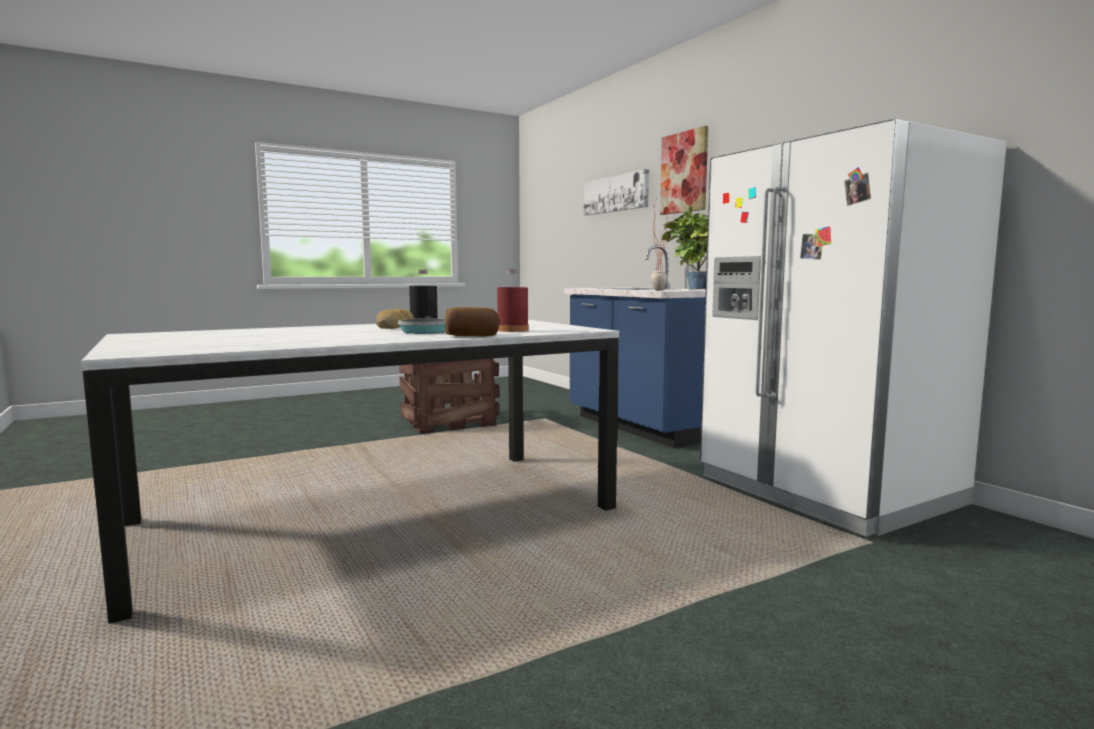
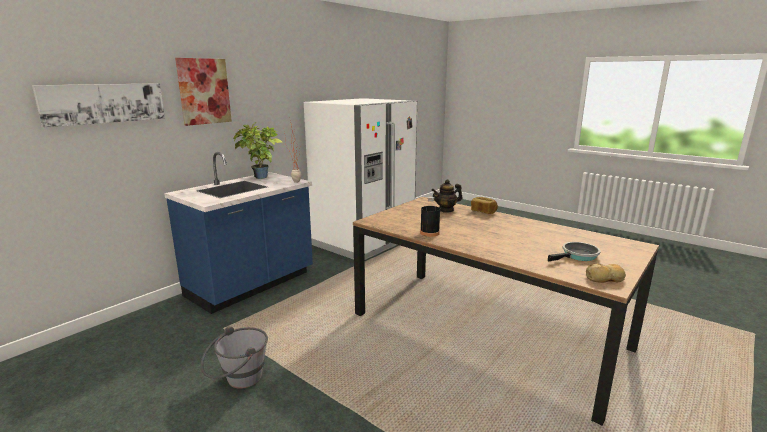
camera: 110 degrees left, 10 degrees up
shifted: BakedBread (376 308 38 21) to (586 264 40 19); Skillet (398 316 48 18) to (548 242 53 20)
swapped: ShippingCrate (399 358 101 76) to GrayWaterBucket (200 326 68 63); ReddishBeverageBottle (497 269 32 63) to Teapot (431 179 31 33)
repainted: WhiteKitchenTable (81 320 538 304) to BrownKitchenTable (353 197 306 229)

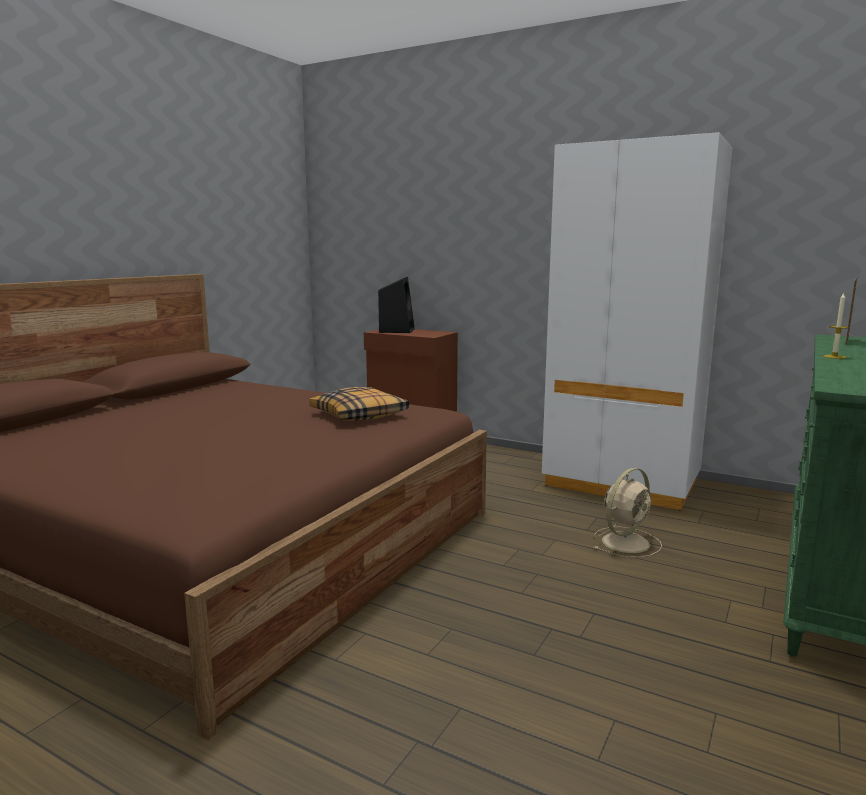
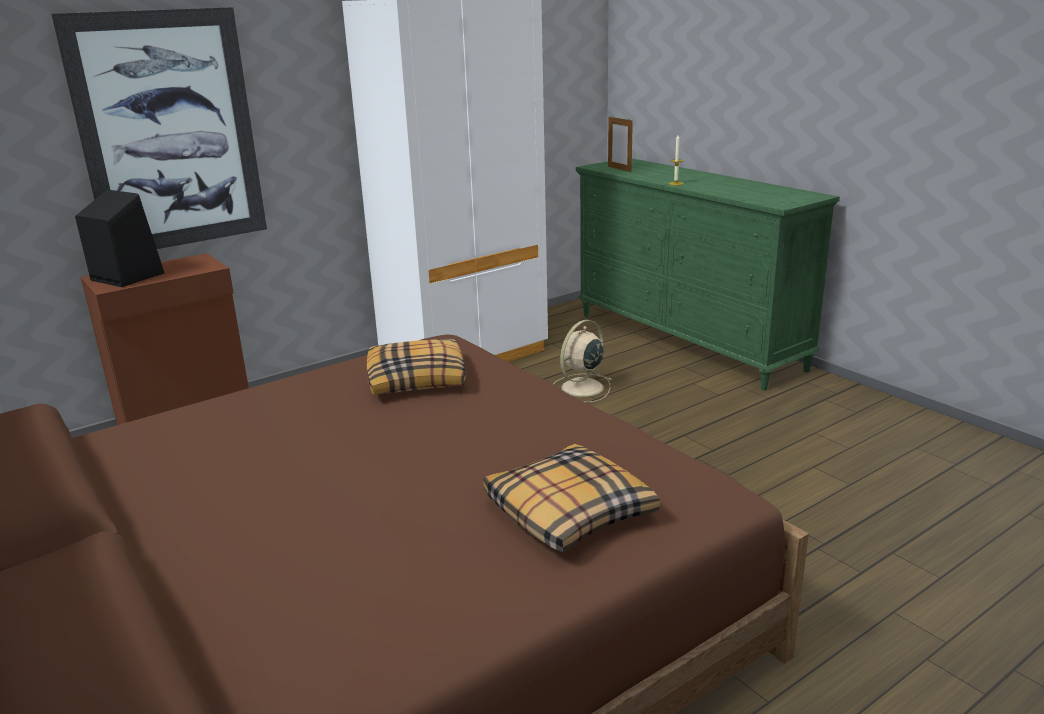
camera: 65 degrees left, 10 degrees up
new: Picture (51 7 216 242); Pillow (483 444 177 108)
rotated: SandColouredFan (593 468 69 90) = (553 320 58 83) 120 degrees counterclockwise

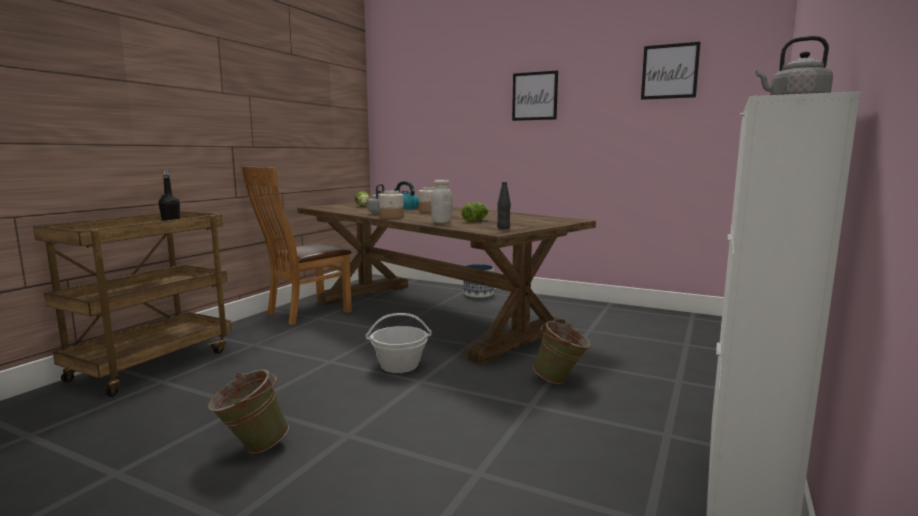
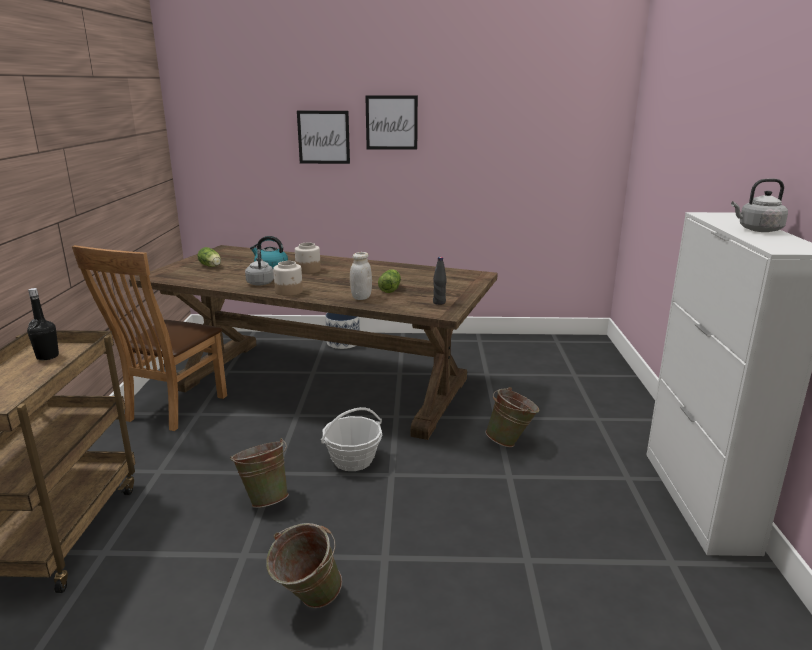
camera: 25 degrees left, 10 degrees up
new: GreenWaterBucket (230 438 59 70)
shifted: Picture (641 42 59 58) to (297 111 53 53)

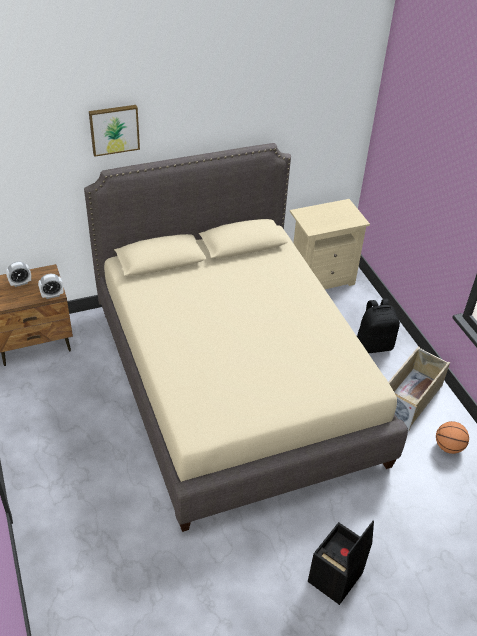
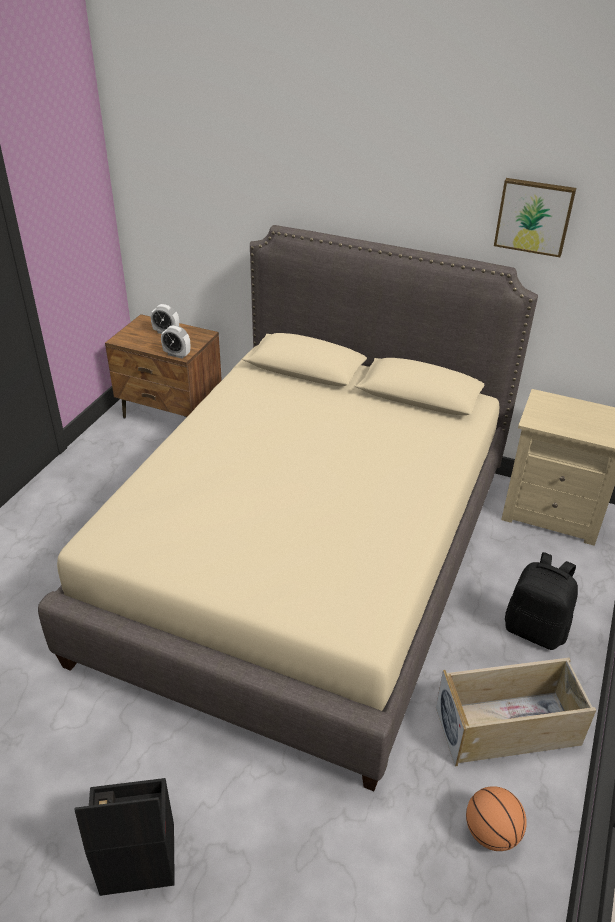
camera: 45 degrees right, 5 degrees down
shifted: Picture (89 105 51 52) to (494 178 82 79)

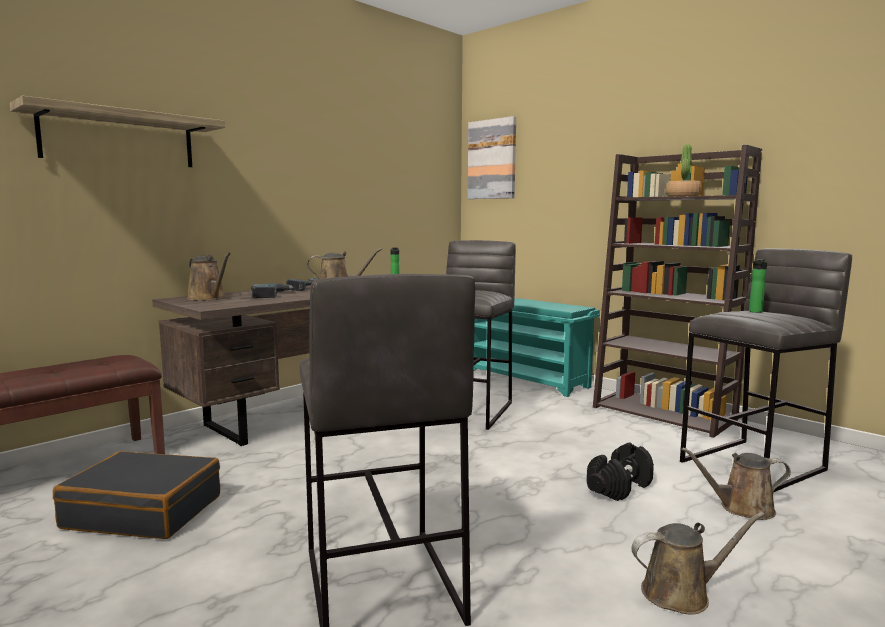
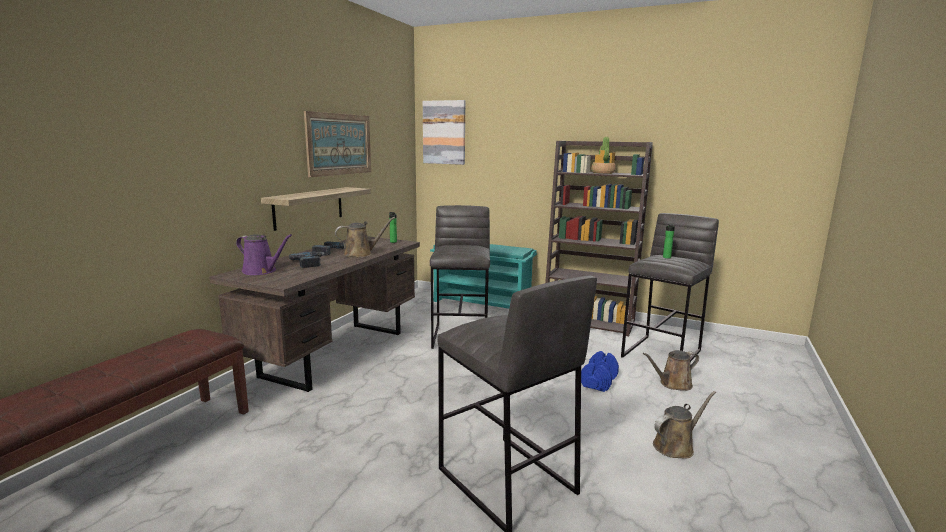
camera: 20 degrees left, 5 degrees up
gone: BlackColouredPieceOfLuggage (53 451 167 88)
new: Picture (304 111 67 66)
shifted: WallShelf (10 96 215 71) to (261 187 110 44)
repainted: BrownSprinklingCan (187 253 44 48) to PurplishSprinklingCan (236 234 56 41); BlackColouredDumbbell (587 442 67 59) to BlueDumbbell (581 351 38 41)

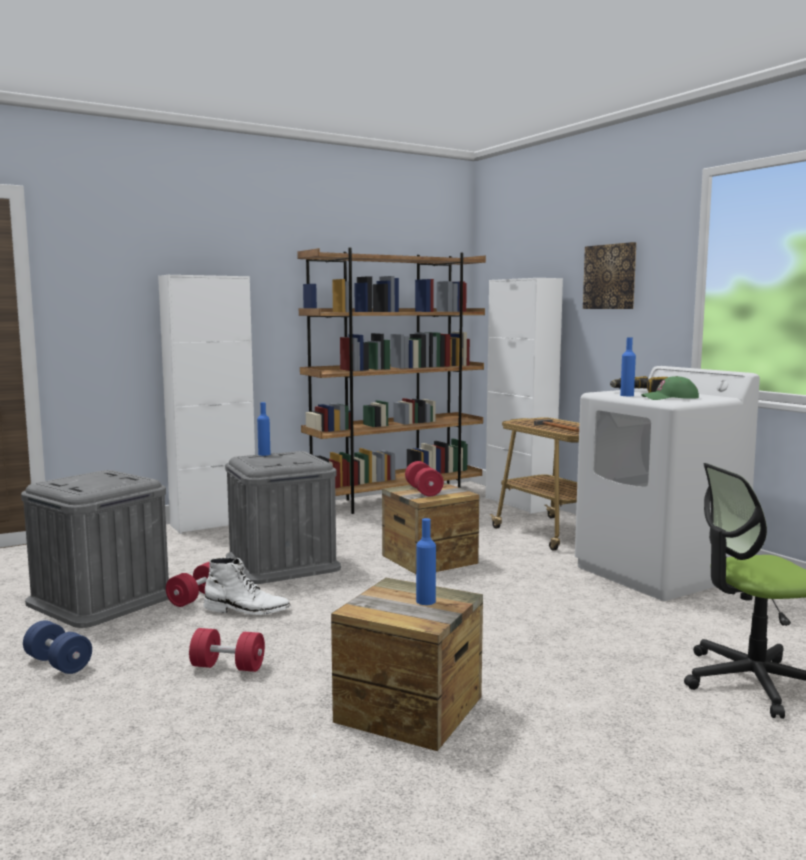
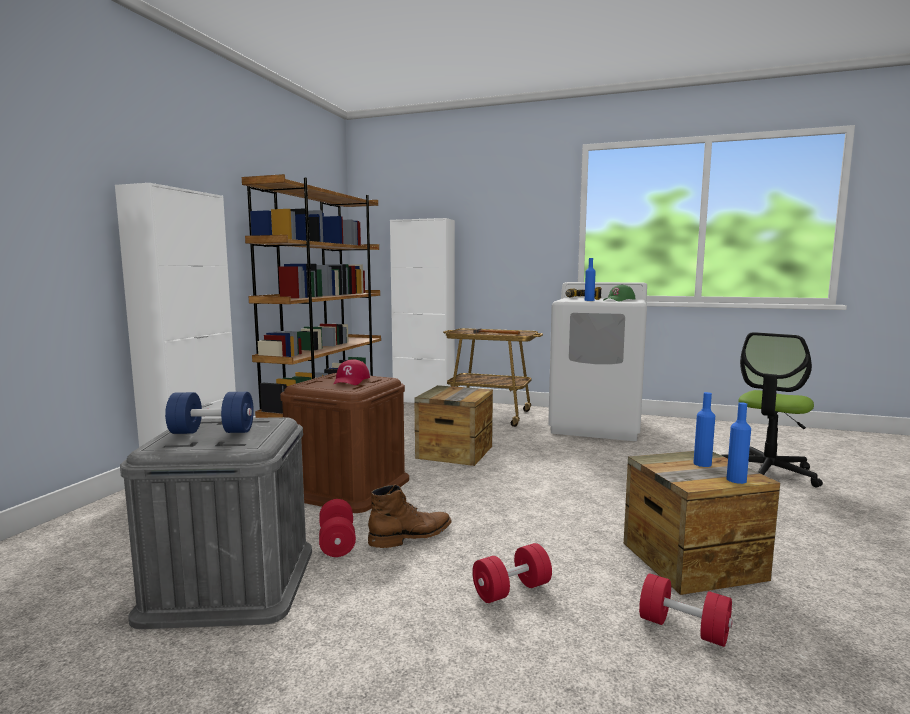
camera: 40 degrees left, 0 degrees up
gone: Picture (583 242 53 67)
new: ReddishBaseballCap (333 359 37 26)
shifted: BlueDumbbell (23 620 69 54) to (165 392 89 42); BlueBeverageBottle (257 402 13 54) to (727 402 24 82); ReddishDumbbell (405 461 39 35) to (639 573 94 74)
repainted: WhiteHighTopBoot (203 558 88 57) to BrownHighTopBoot (368 484 84 64); GrayStorageContainer (225 451 116 133) to BrownStorageContainer (280 373 129 140)

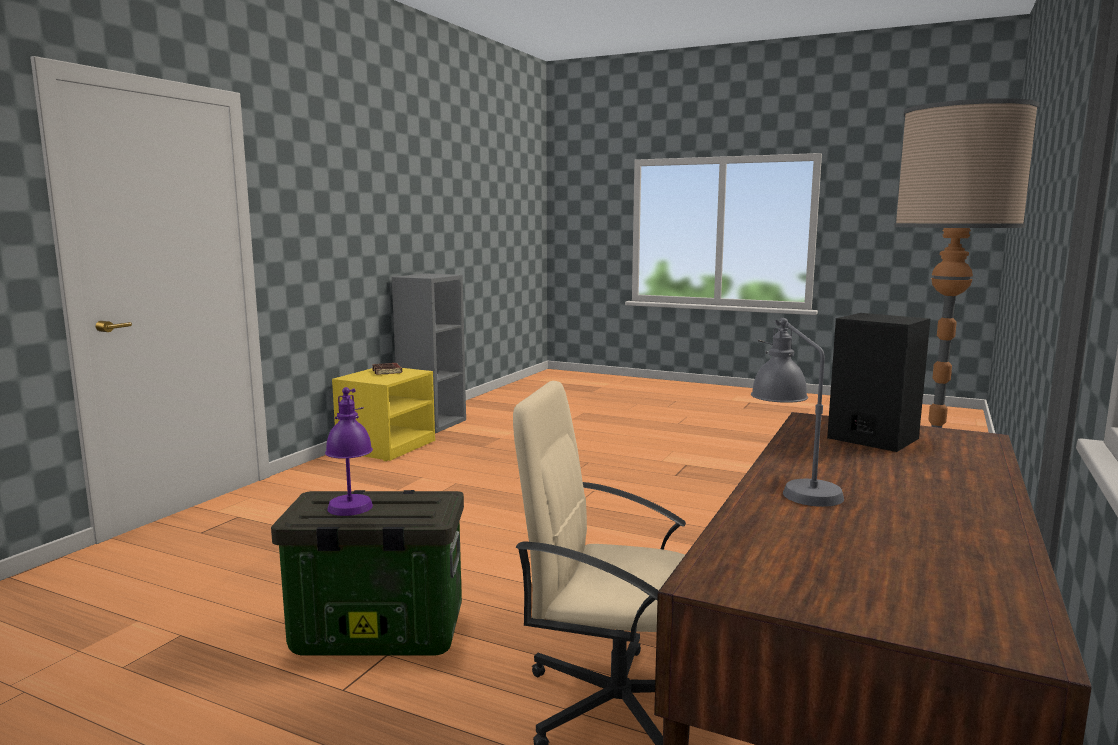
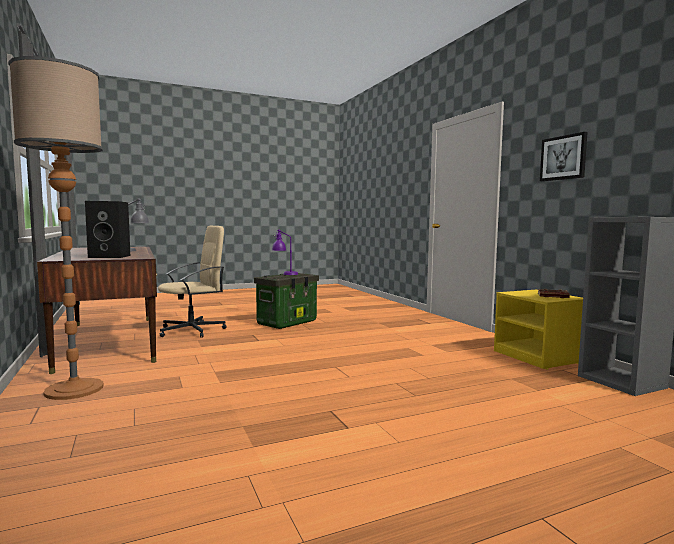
camera: 130 degrees right, 5 degrees down
new: Picture (540 132 47 49)

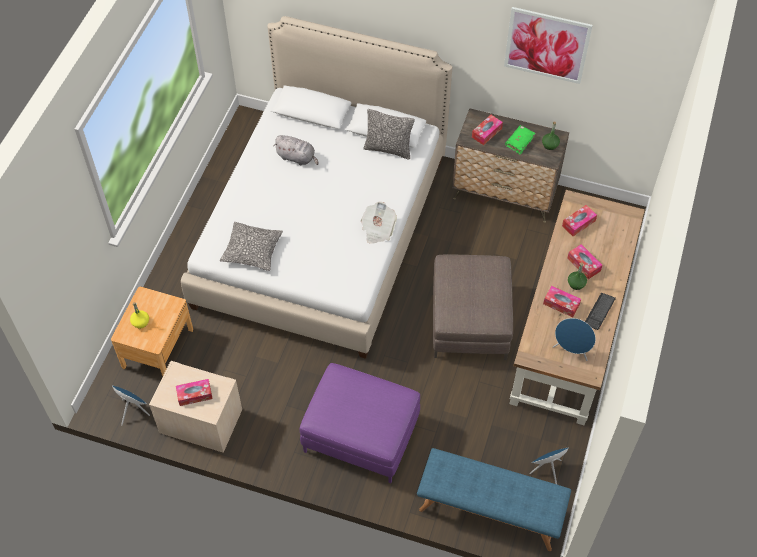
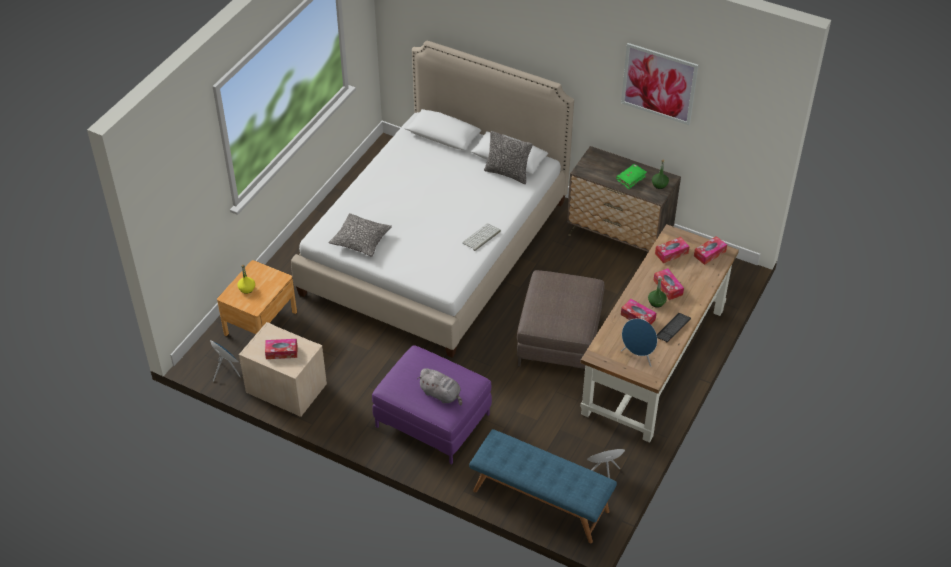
camera: 10 degrees right, 10 degrees down
shifted: GrayPlushToy (273 135 46 30) to (417 368 45 37); TissueBox (472 115 31 30) to (694 236 33 29)
swapped: Newspaper (361 202 36 42) to PcKeyboard (462 223 39 28)

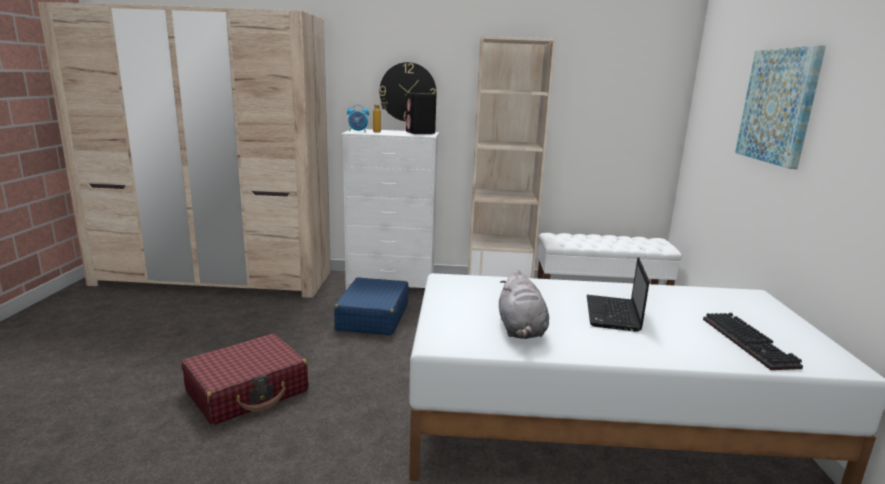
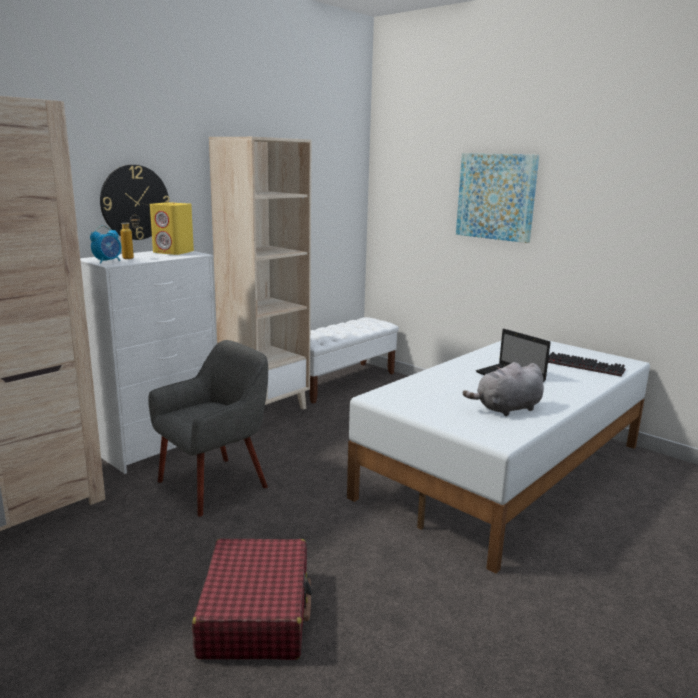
camera: 50 degrees left, 0 degrees up
swapped: BluePieceOfLuggage (334 277 74 58) to GrayEasyChair (148 340 120 176)
repainted: BlackColouredAudioSpeaker (406 93 30 41) to YellowishAudioSpeaker (150 202 44 53)
rotated: GrayPlushToy (499 270 50 69) = (463 362 81 54) 120 degrees clockwise

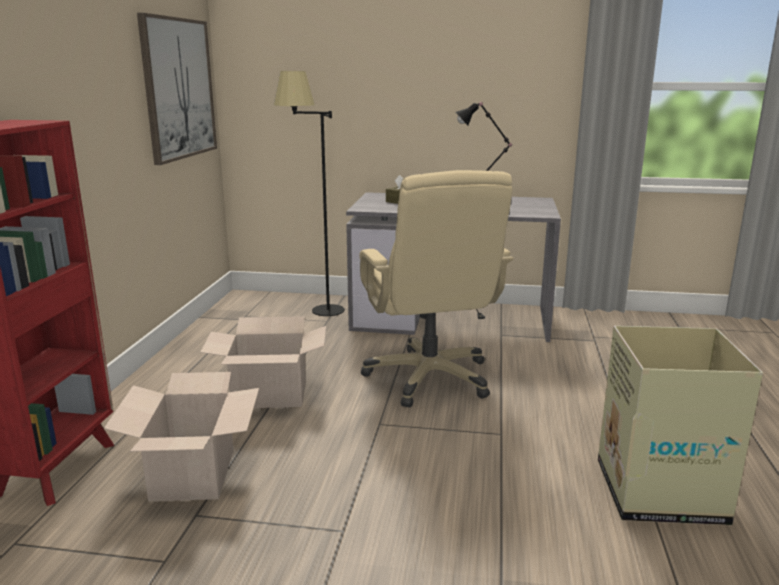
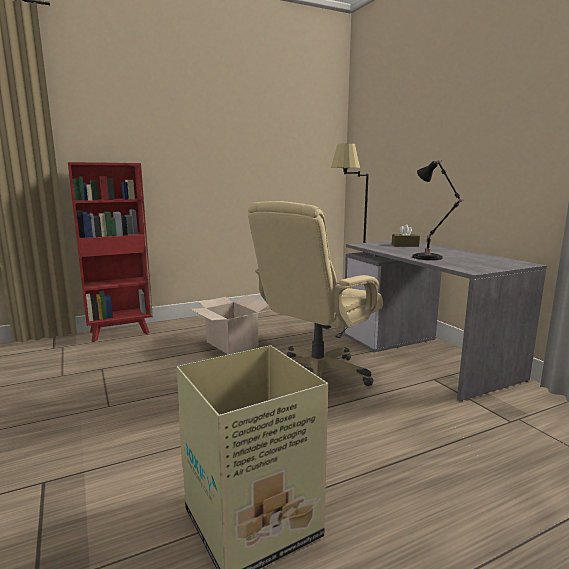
camera: 55 degrees right, 5 degrees down
gone: PackingBox (104 372 155 129); Picture (137 13 80 152)

